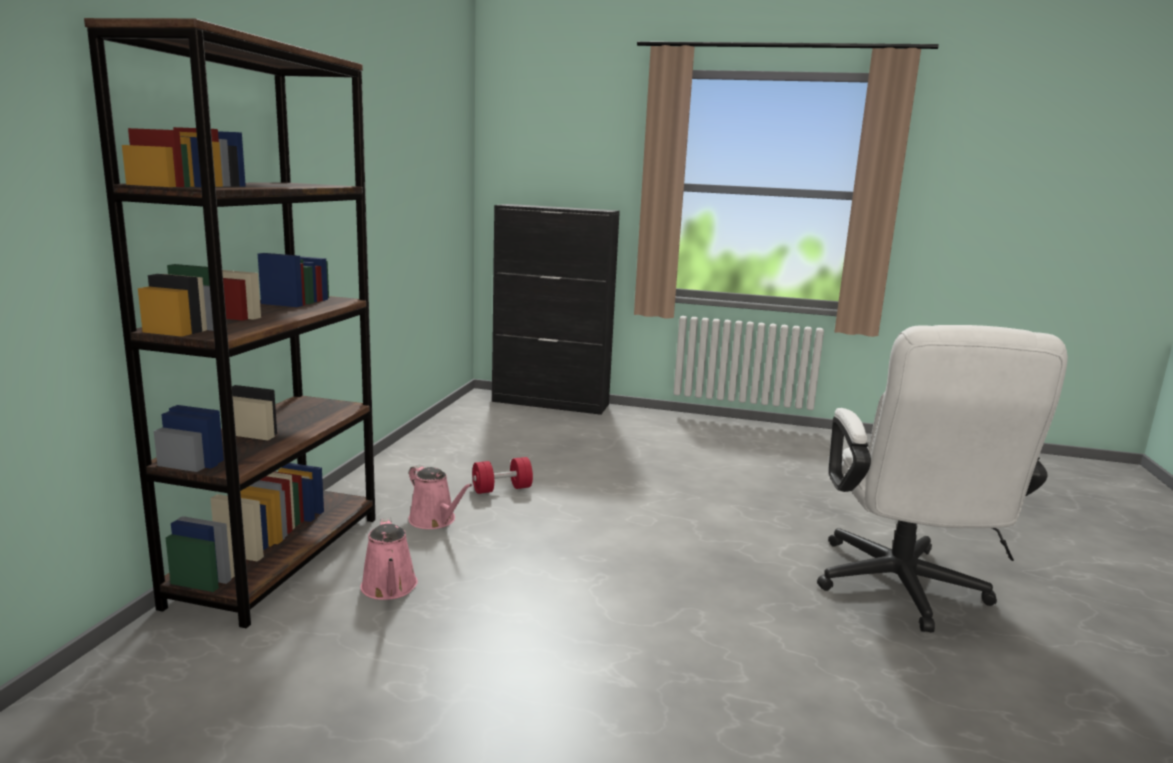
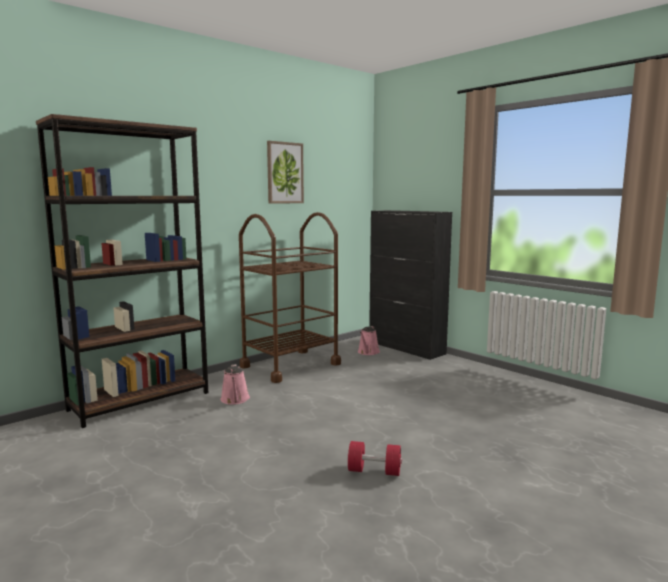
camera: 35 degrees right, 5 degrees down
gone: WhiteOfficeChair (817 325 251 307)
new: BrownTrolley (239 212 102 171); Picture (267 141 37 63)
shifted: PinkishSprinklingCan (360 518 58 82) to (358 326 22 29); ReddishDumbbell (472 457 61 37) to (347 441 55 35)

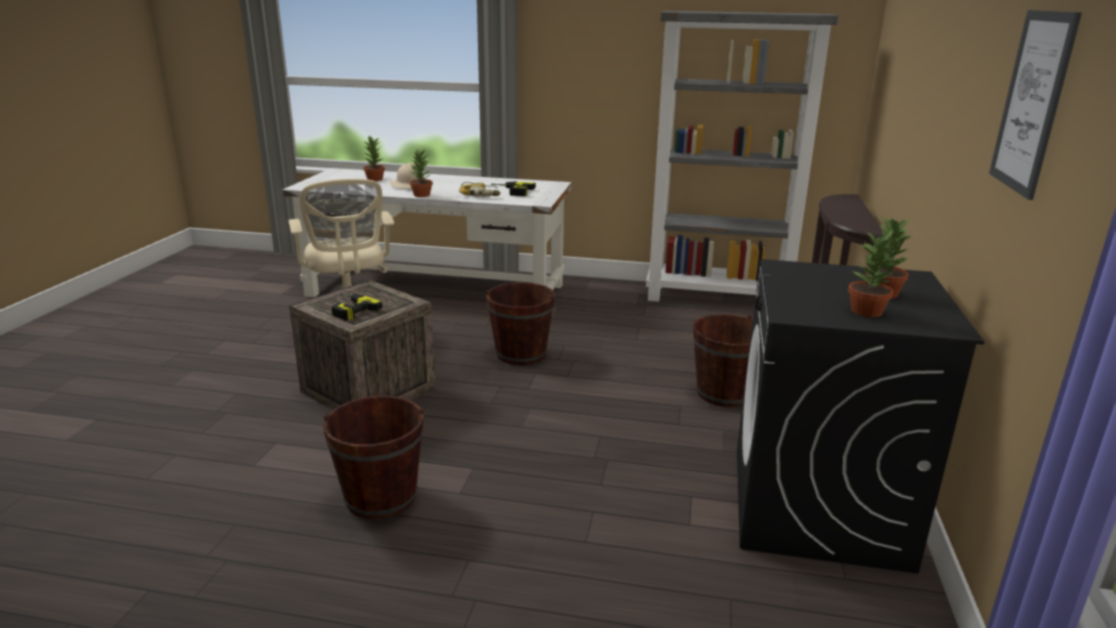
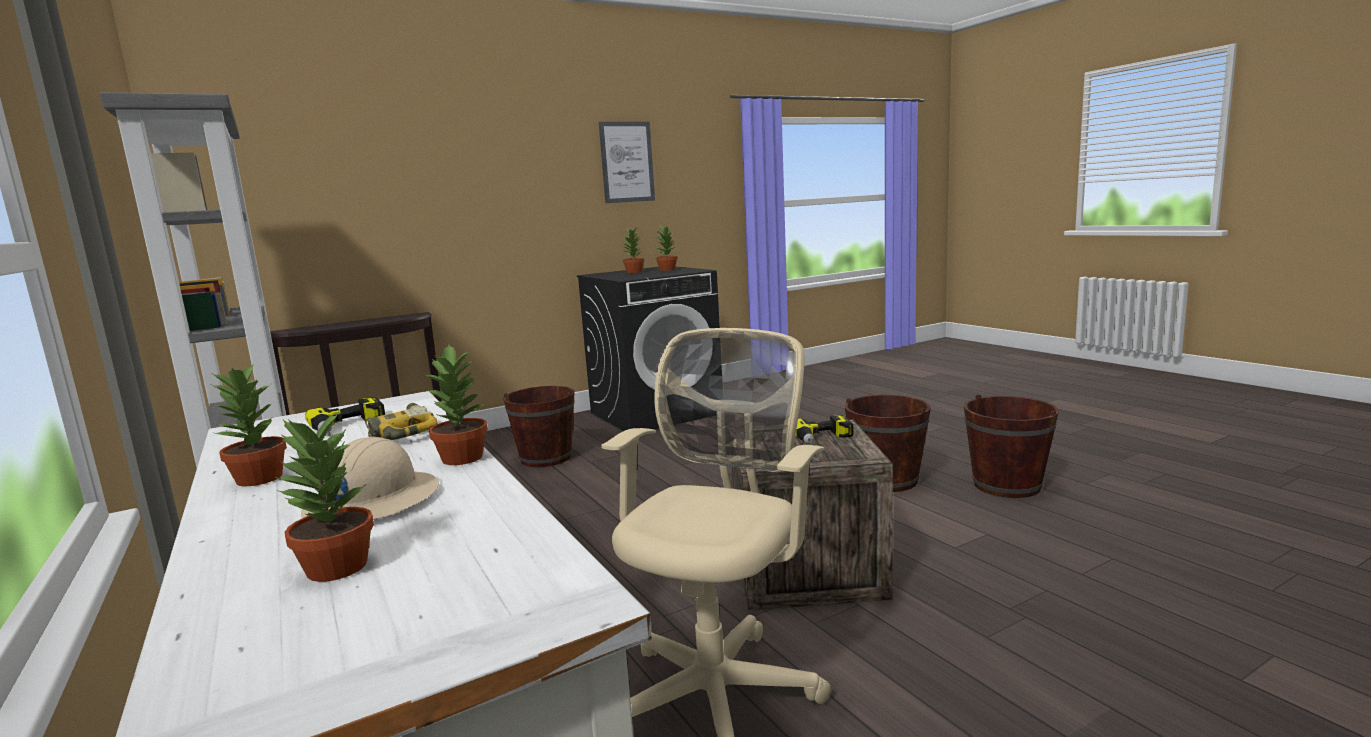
camera: 130 degrees left, 10 degrees down
new: PlantInAPot (210 365 77 121)
shifted: BrownWaterBucket (486 282 69 83) to (964 395 95 103)

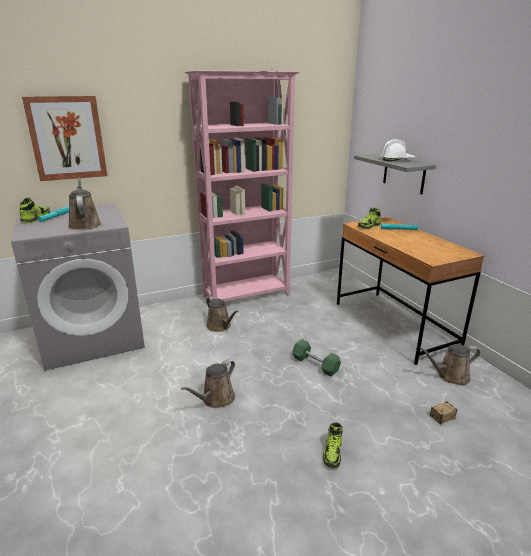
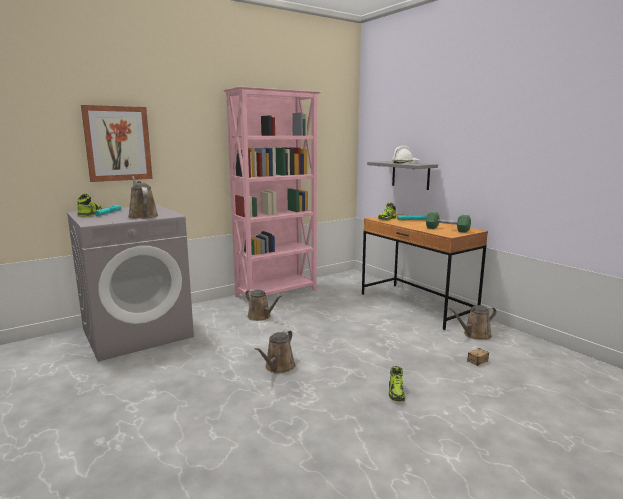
camera: 10 degrees left, 10 degrees down
shifted: GreenDumbbell (292 339 49 37) to (426 212 45 21)

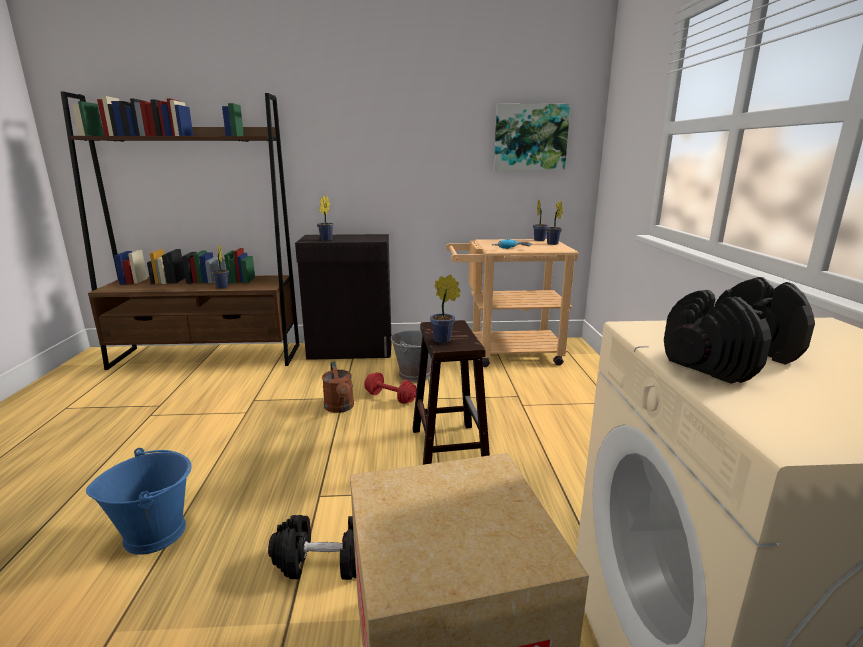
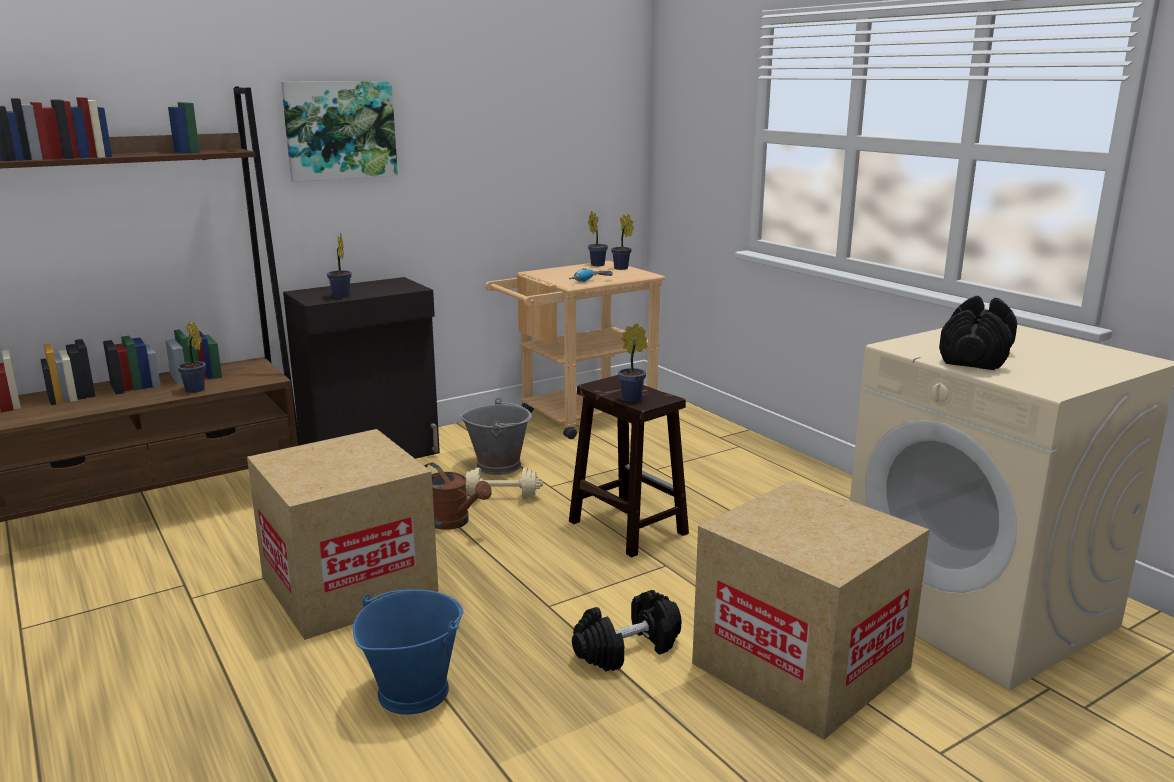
camera: 30 degrees left, 0 degrees up
new: PackingBox (247 429 192 211)
shifted: Picture (494 104 76 66) to (281 81 117 101)
repainted: ReddishDumbbell (365 372 52 32) to SandColouredDumbbell (465 468 78 31)

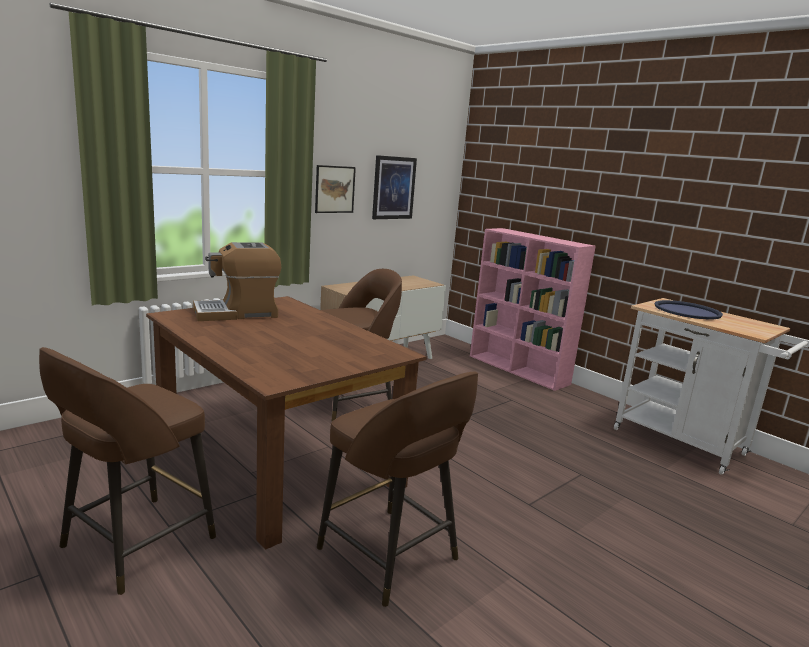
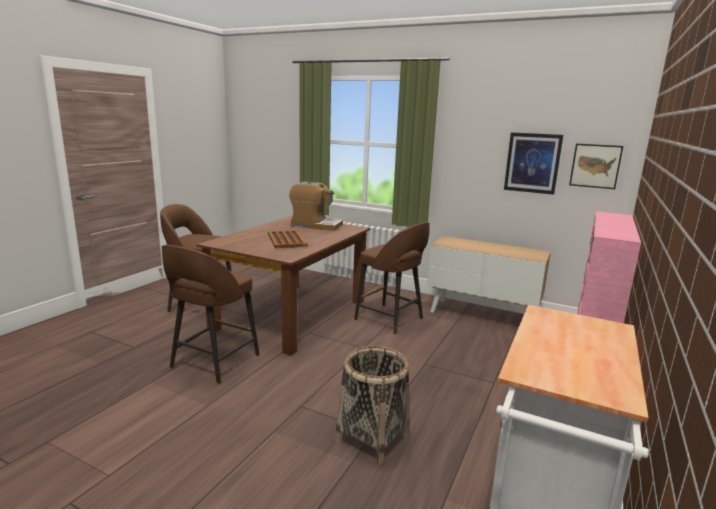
camera: 70 degrees right, 0 degrees up
gone: BlueCarryingTray (655 300 68 19)
new: BrownCarryingTray (268 230 39 18); StorageBasket (335 346 75 119)
shifted: Picture (315 165 41 48) to (569 144 54 45)
rotated: CoffeeMachine (193 242 88 79) = (289 182 54 49) 150 degrees clockwise

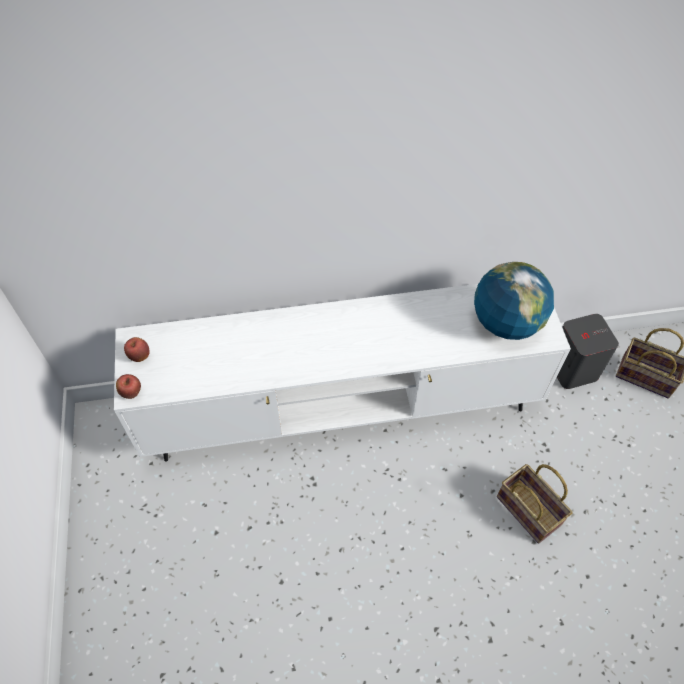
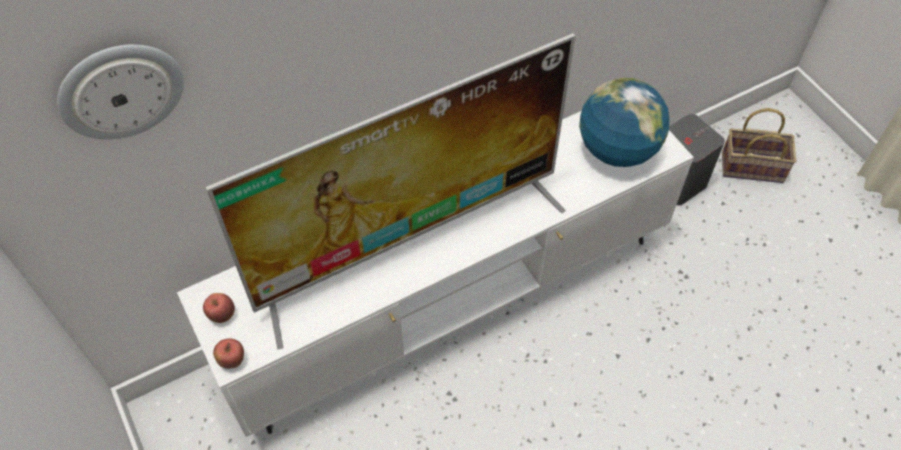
camera: 20 degrees left, 0 degrees up
gone: StorageBasket (497 464 75 80)
new: WallClock (57 44 127 96); TvSet (206 33 369 317)

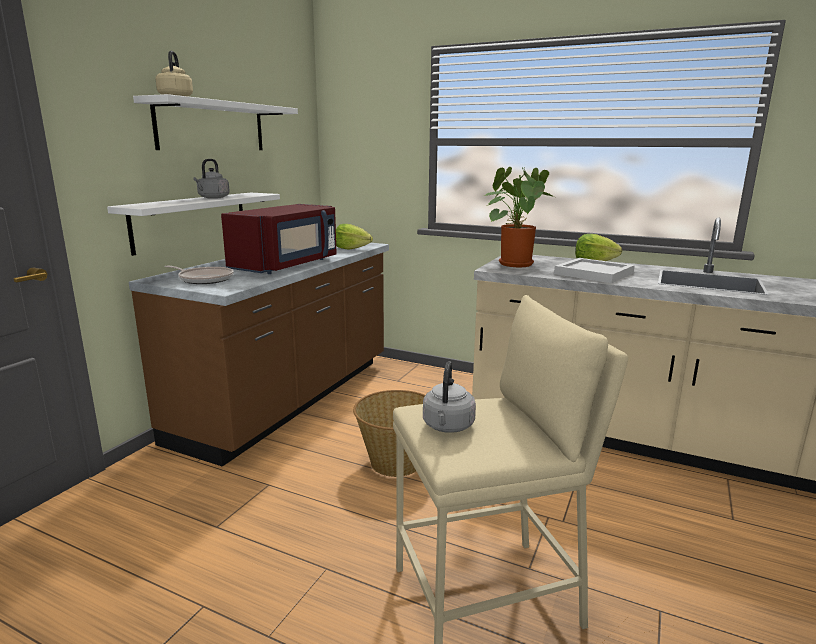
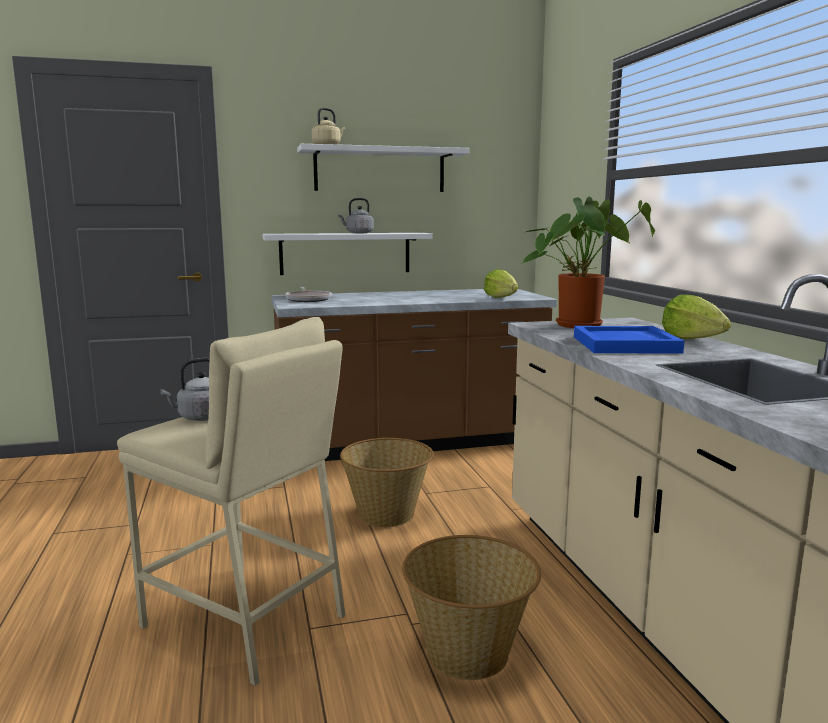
camera: 50 degrees right, 5 degrees down
gone: ReddishMicrowave (221 204 116 70)
new: StorageBasket (402 535 139 145)
repainted: WhiteCarryingTray (554 258 81 25) to BlueCarryingTray (574 326 110 27)

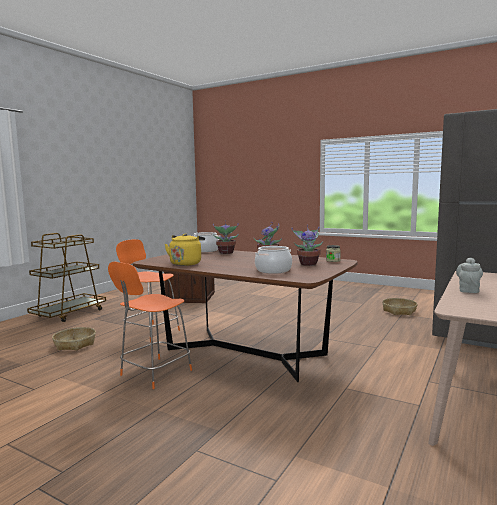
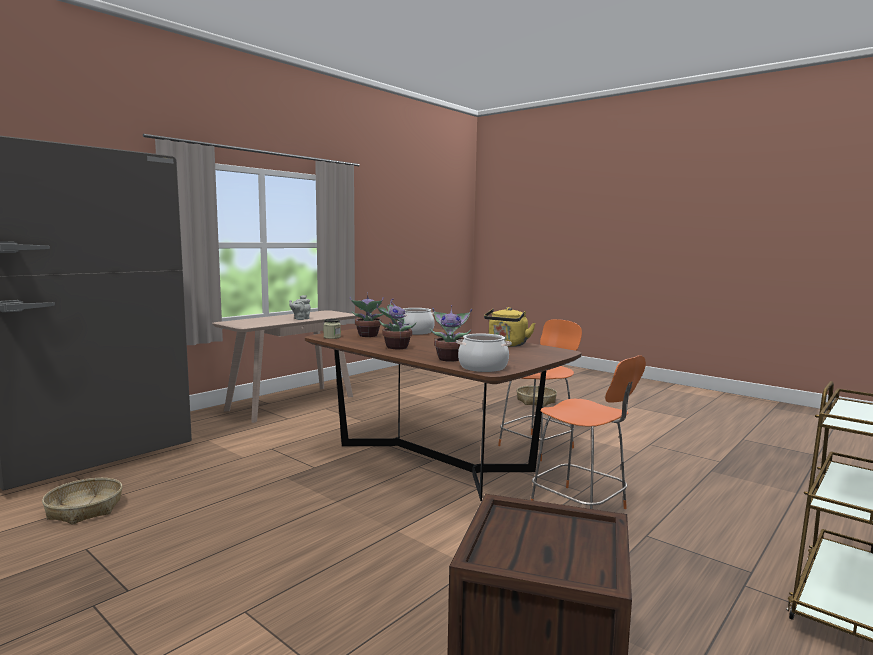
camera: 170 degrees left, 0 degrees up
shifted: StorageBasket (52 327 44 24) to (516 386 41 21)

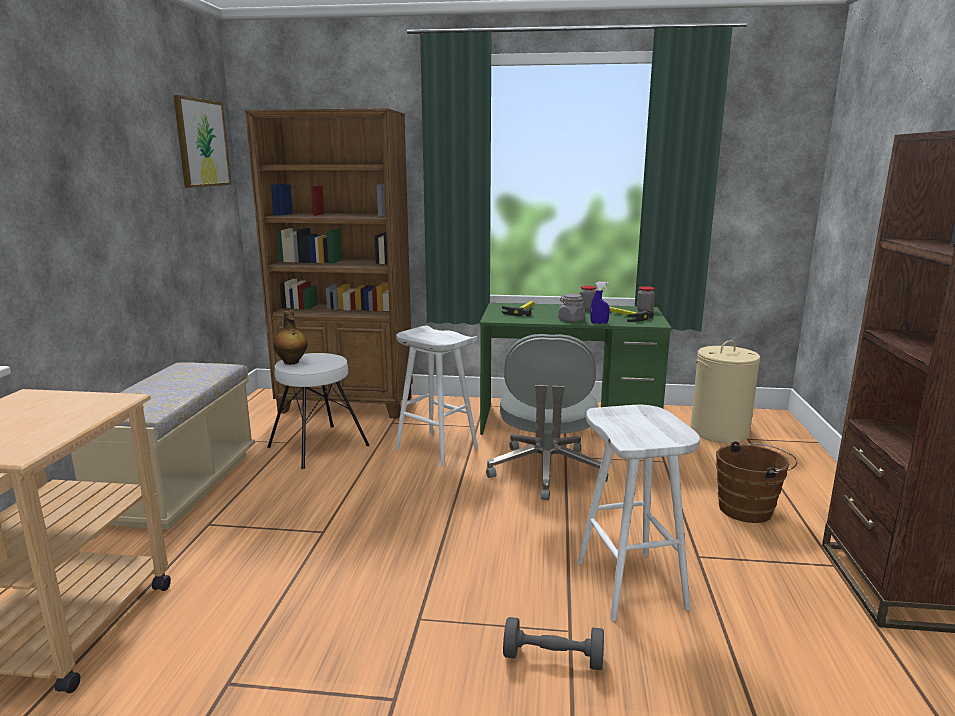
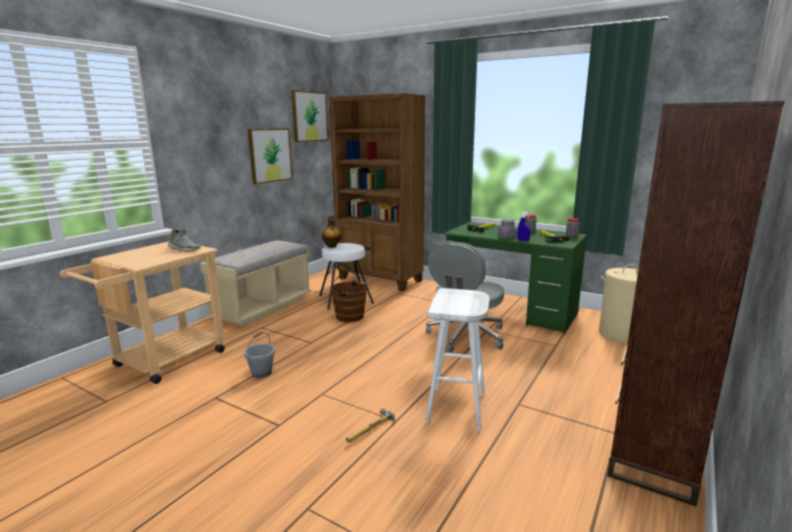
camera: 25 degrees right, 0 degrees up
gone: WhiteSittingStool (395 325 83 142)
new: GrayLowShoe (168 229 33 23); GrayWaterBucket (244 331 31 47); Picture (248 128 45 56)
shifted: BrownWaterBucket (716 441 82 82) to (331 280 40 42)
swapped: GrayDumbbell (503 617 101 53) to HandHammer (346 408 49 35)

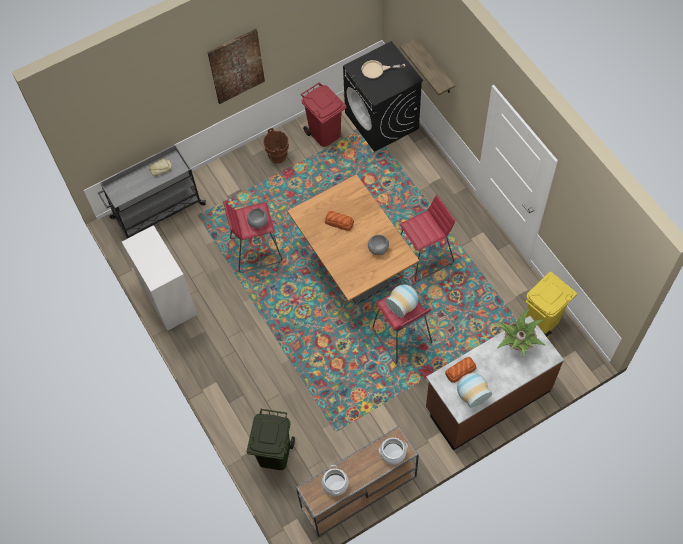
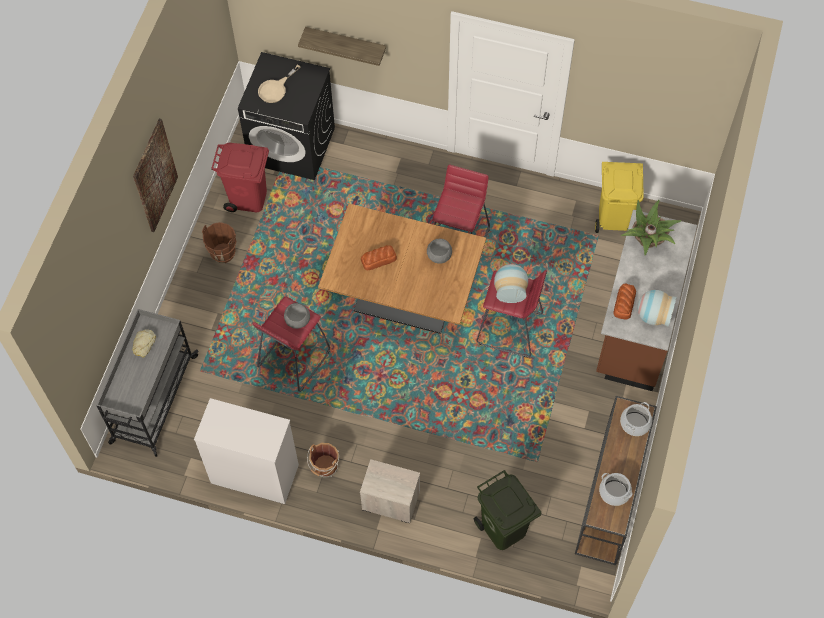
camera: 45 degrees left, 0 degrees up
new: BrownWaterBucket (307 443 32 35); Nightstand (360 459 60 64)

